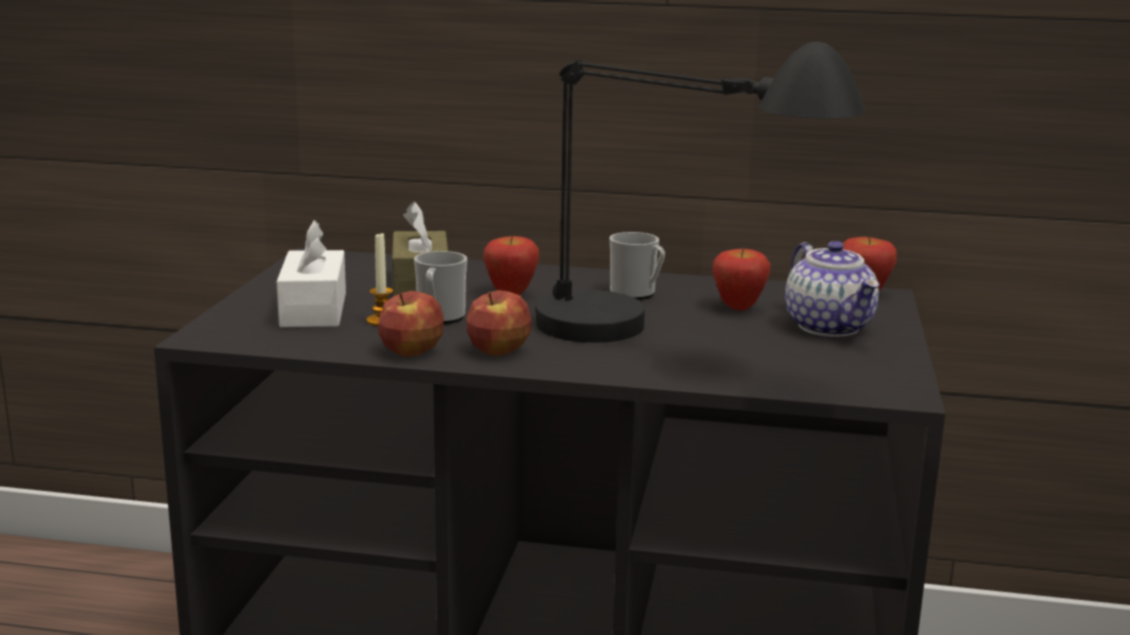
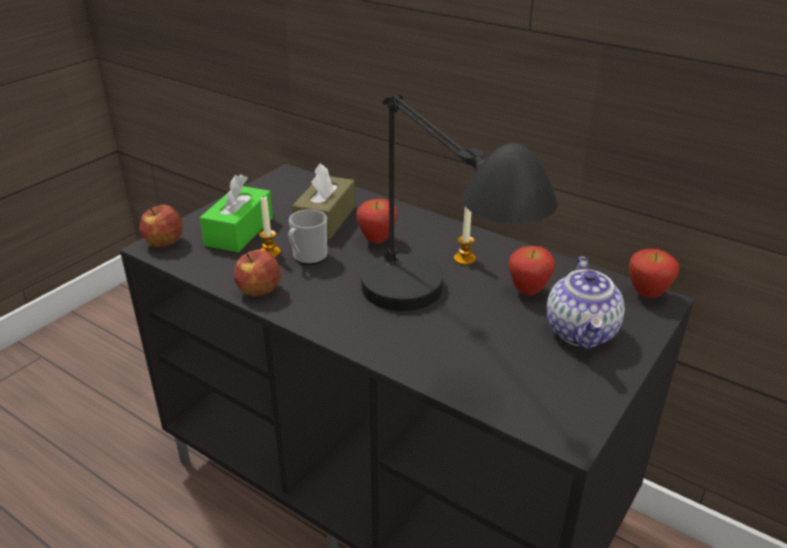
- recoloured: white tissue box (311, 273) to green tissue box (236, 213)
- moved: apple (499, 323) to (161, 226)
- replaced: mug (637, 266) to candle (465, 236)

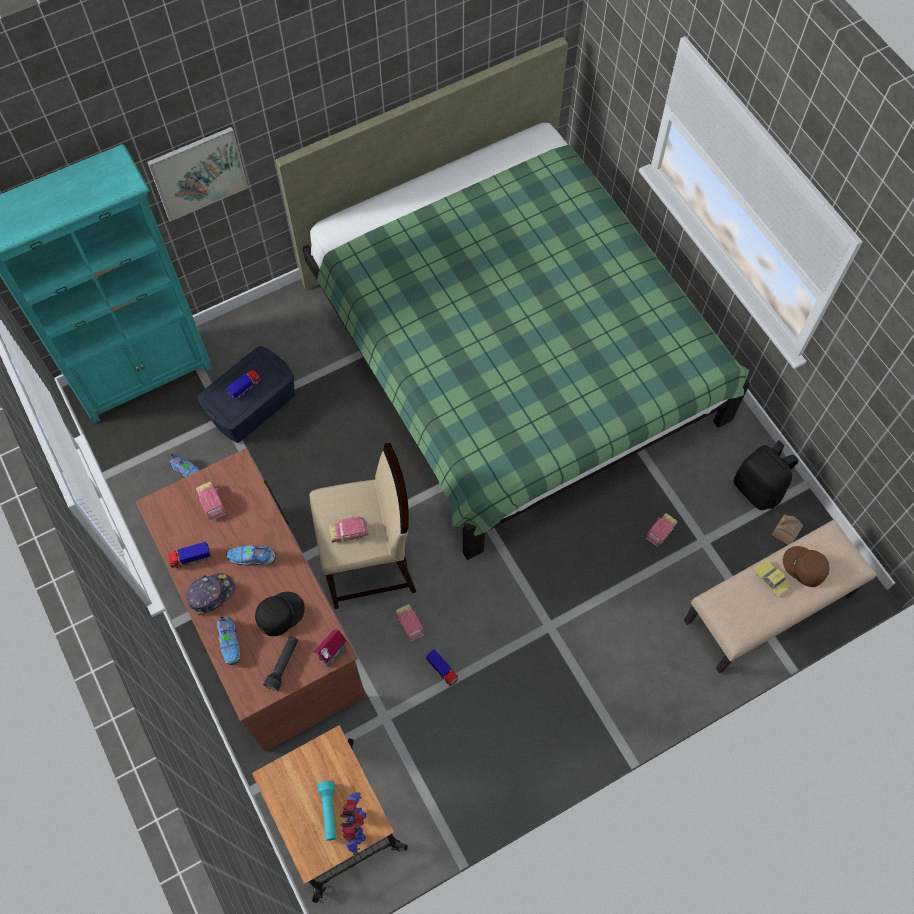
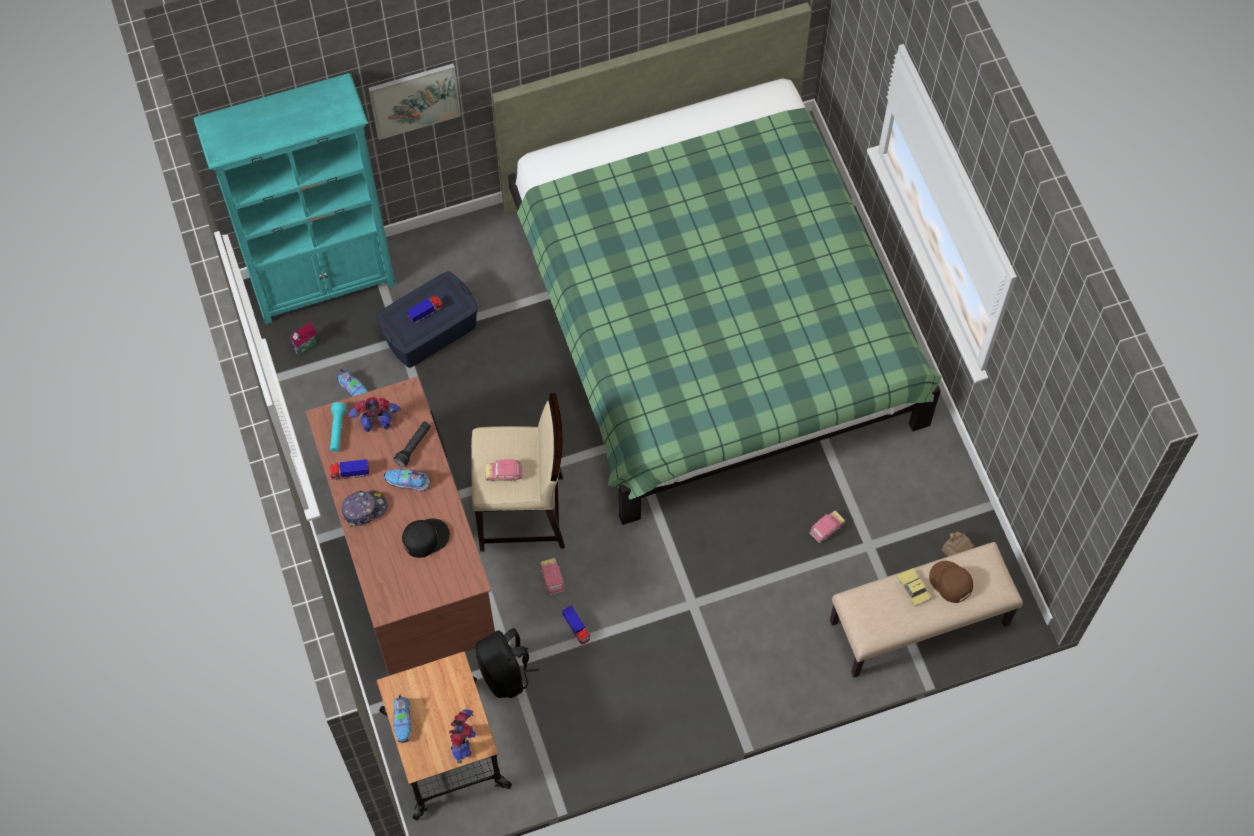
- replaced: toy car (210, 501) to toy robot (374, 414)
- moved: shoe (228, 640) to (402, 719)
- moved: black flashlight (280, 663) to (412, 444)
- moved: toy house (330, 648) to (302, 338)
- moved: turquoise flashlight (326, 811) to (338, 427)
- moved: black backpack (766, 475) to (507, 663)

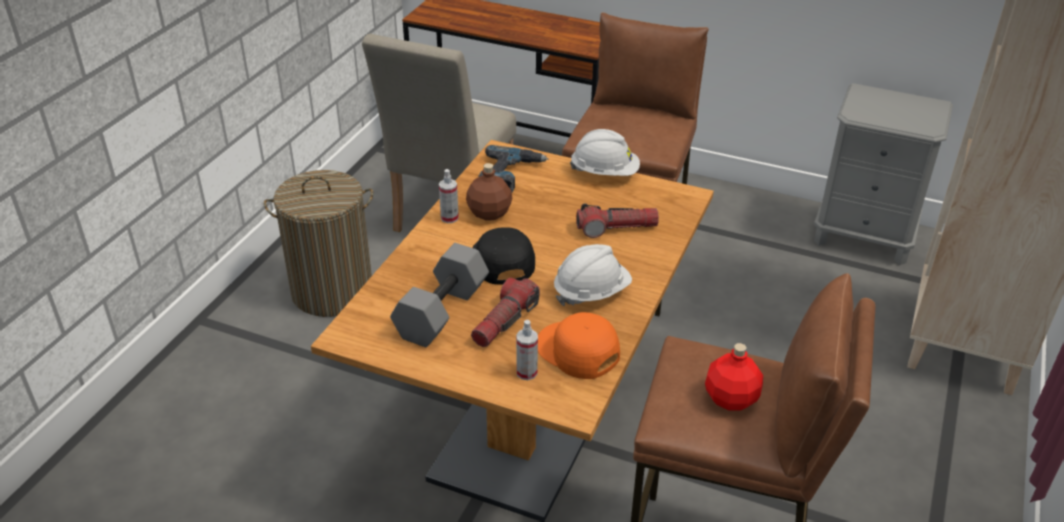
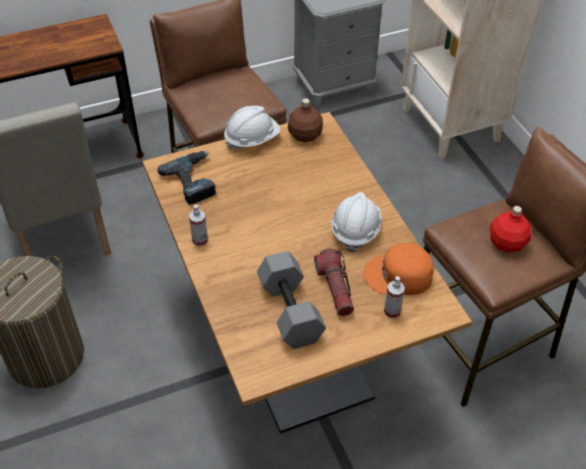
- moved: brown bottle (489, 192) to (305, 120)
- removed: black cap (503, 256)
- removed: flashlight (617, 221)

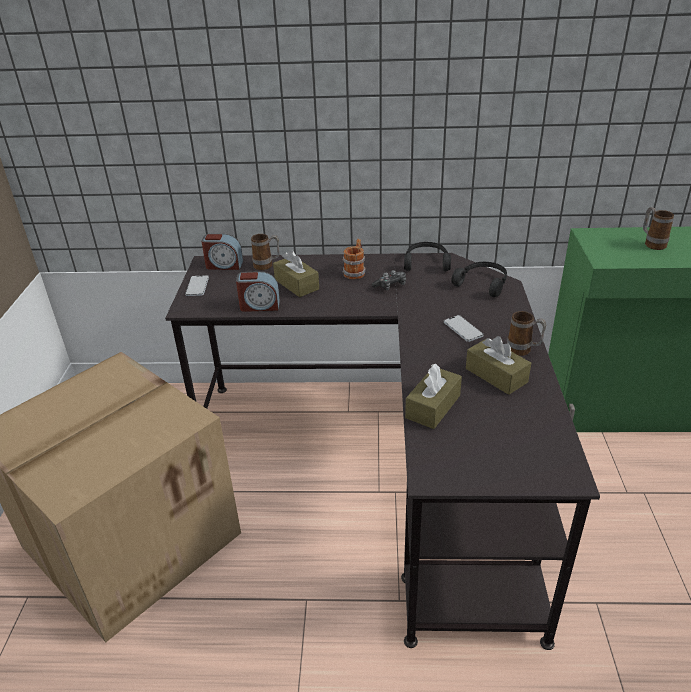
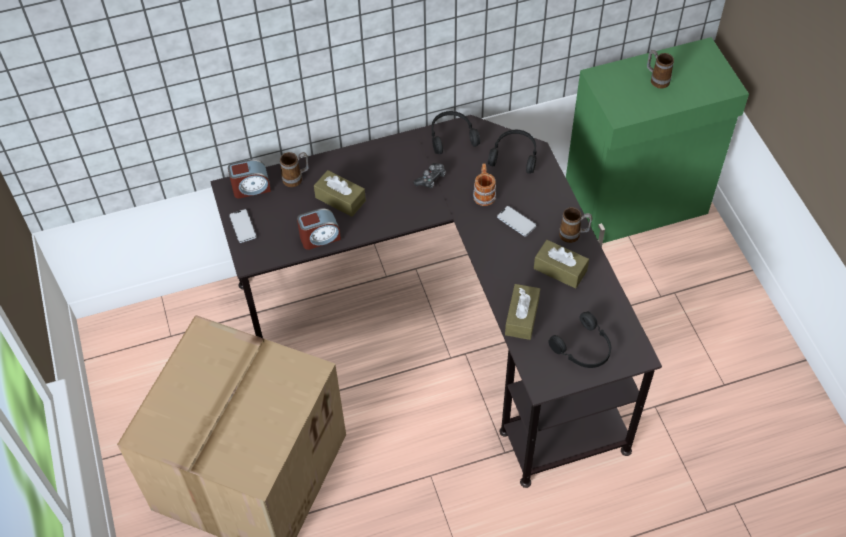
- moved: mug (354, 259) to (484, 184)
- added: black headphones (579, 339)

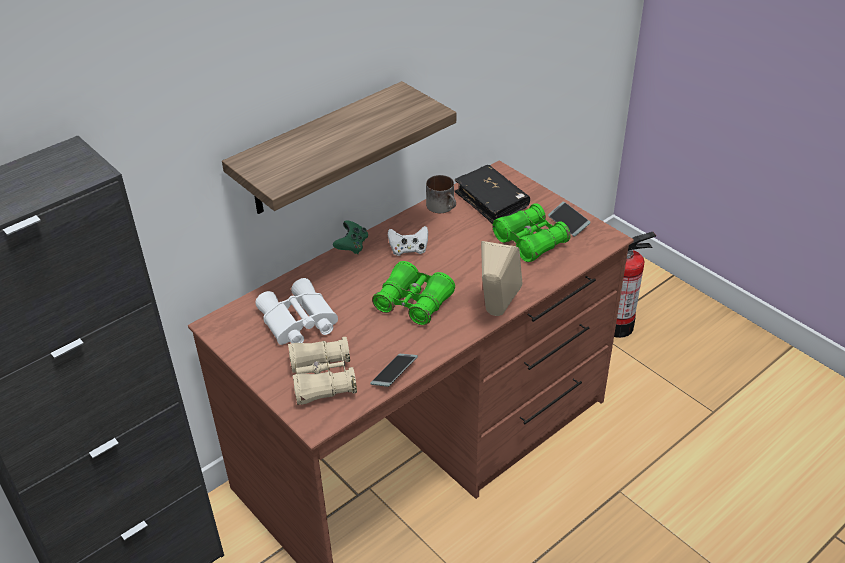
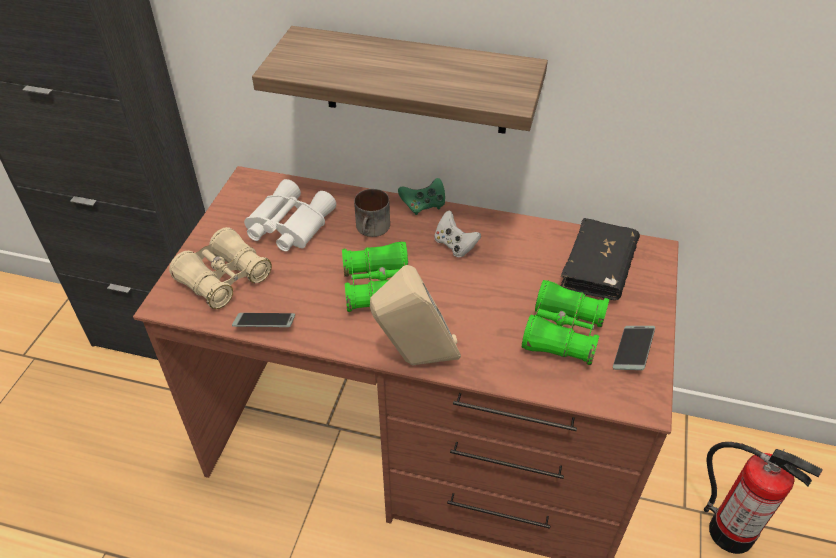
- moved: mug (441, 194) to (372, 213)

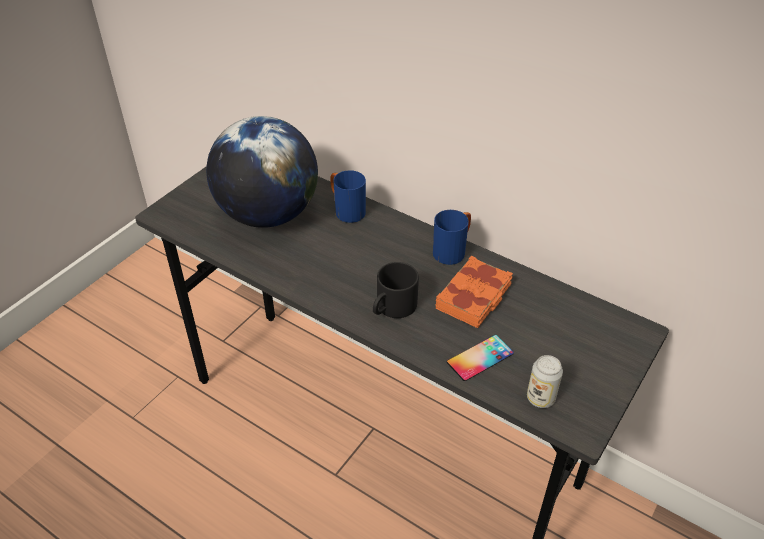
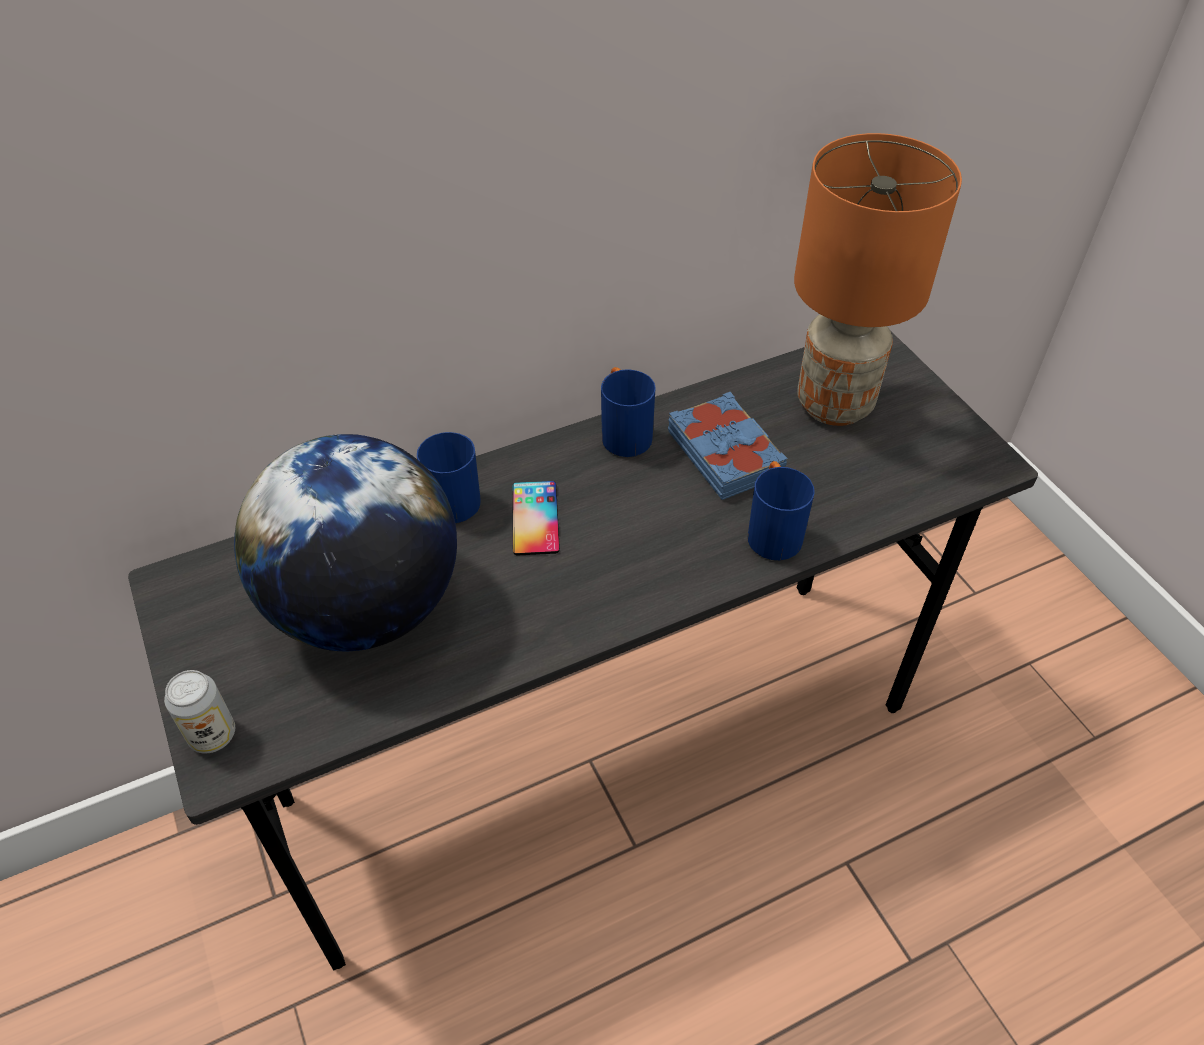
- removed: black mug (396, 290)
- recoloured: orange book (474, 292) to blue book (728, 446)
- moved: phone (480, 358) to (536, 518)
- moved: can (545, 381) to (199, 711)
- added: blue mug (780, 510)
- added: orange table lamp (878, 279)

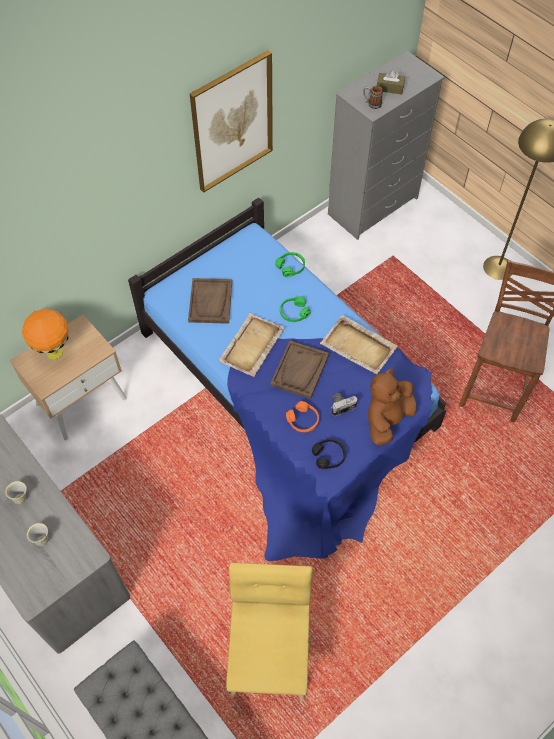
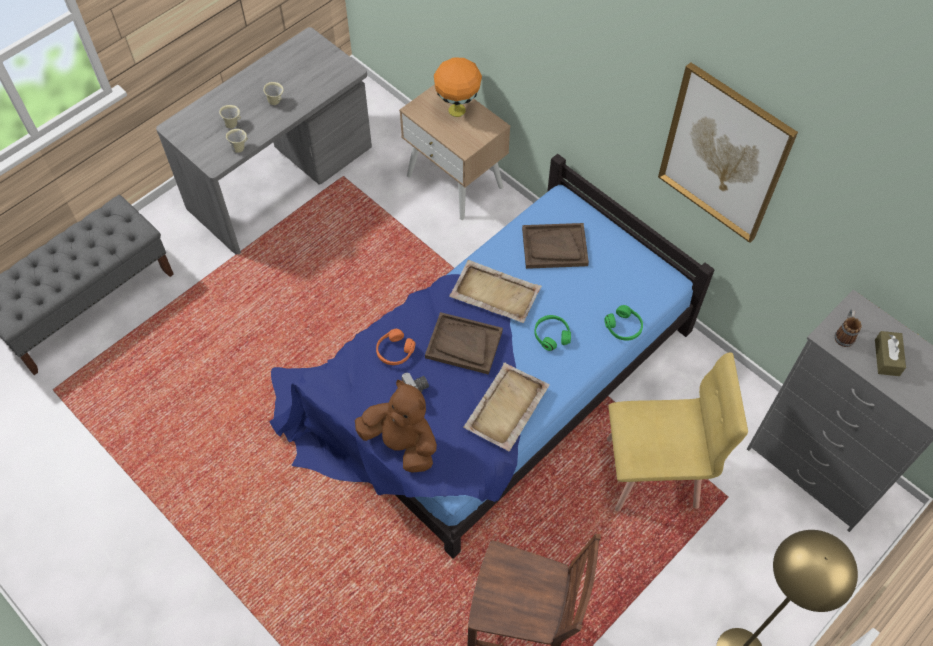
- moved: yellow chair (269, 632) to (677, 431)
- removed: black headphones (329, 454)
- added: beige mug (237, 141)

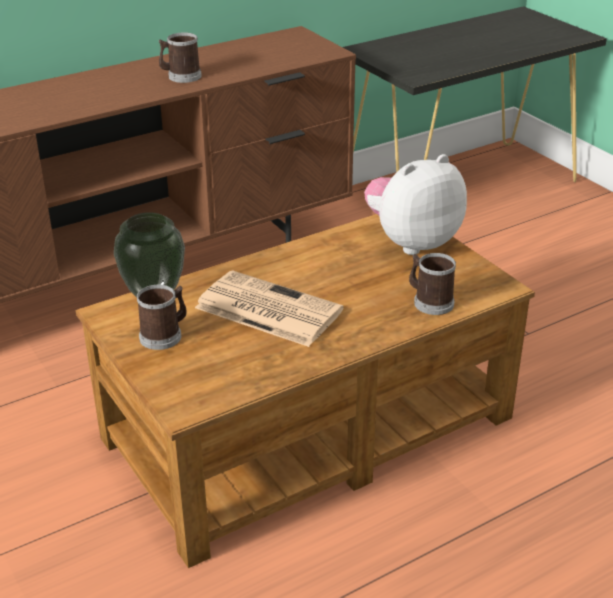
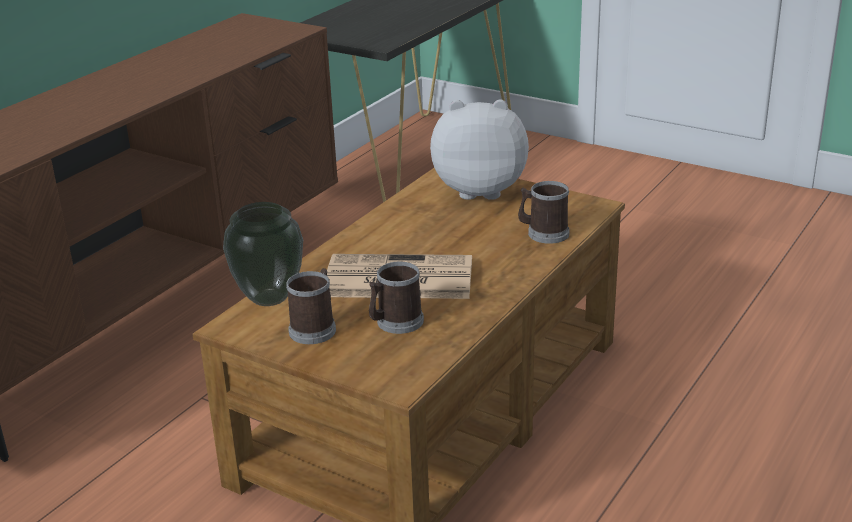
- moved: mug (180, 57) to (396, 298)
- turned: plush toy (415, 204) = (479, 149) 60 degrees clockwise

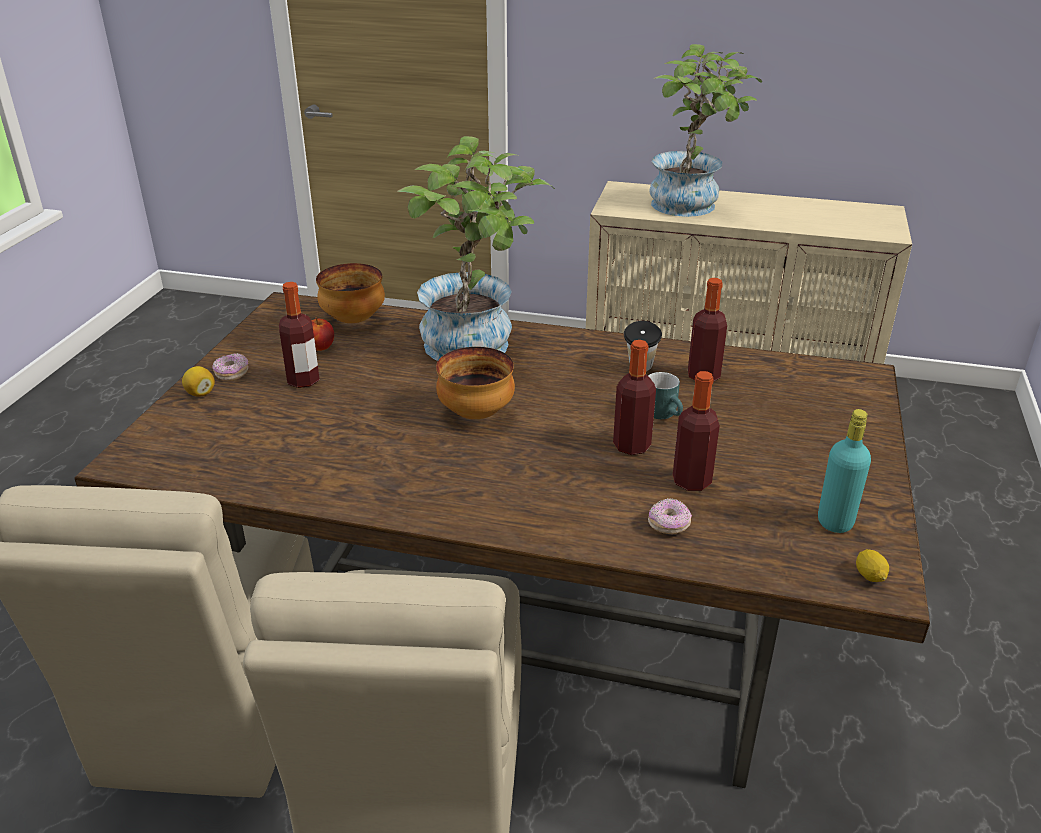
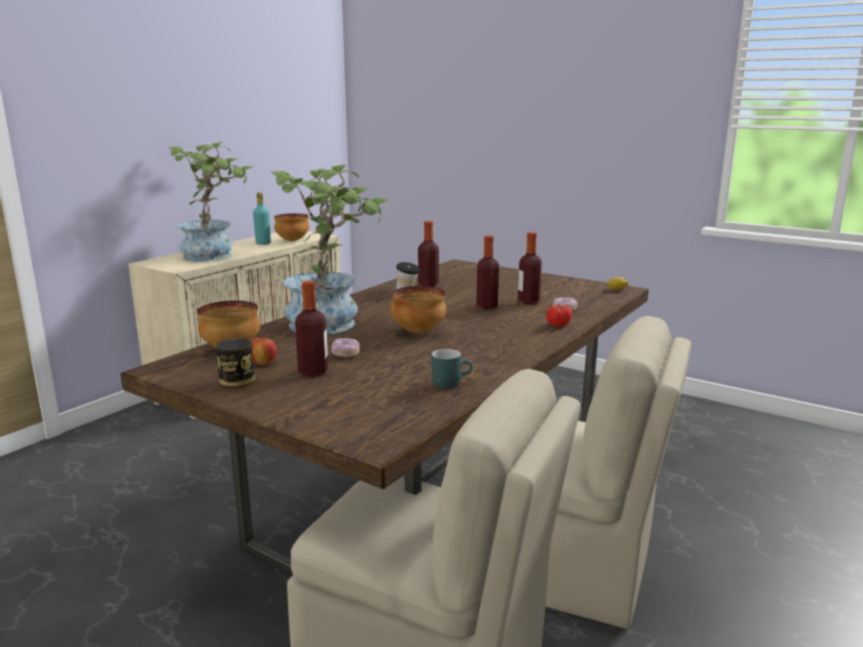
- removed: lemon (198, 381)
- moved: donut (230, 367) to (345, 347)
- moved: turquoise mug (665, 395) to (452, 369)
- moved: turquoise bottle (844, 471) to (262, 218)
- added: can (235, 362)
- added: bowl (291, 227)
- added: tomato (559, 315)

